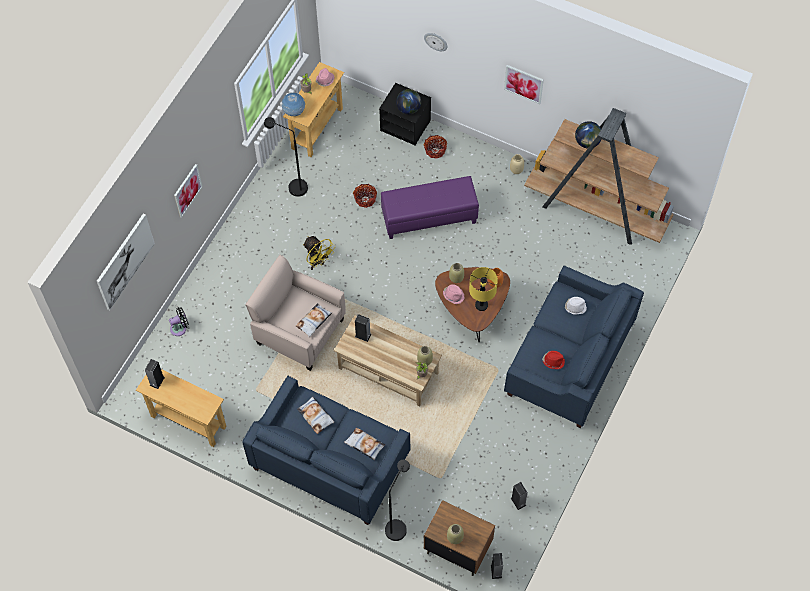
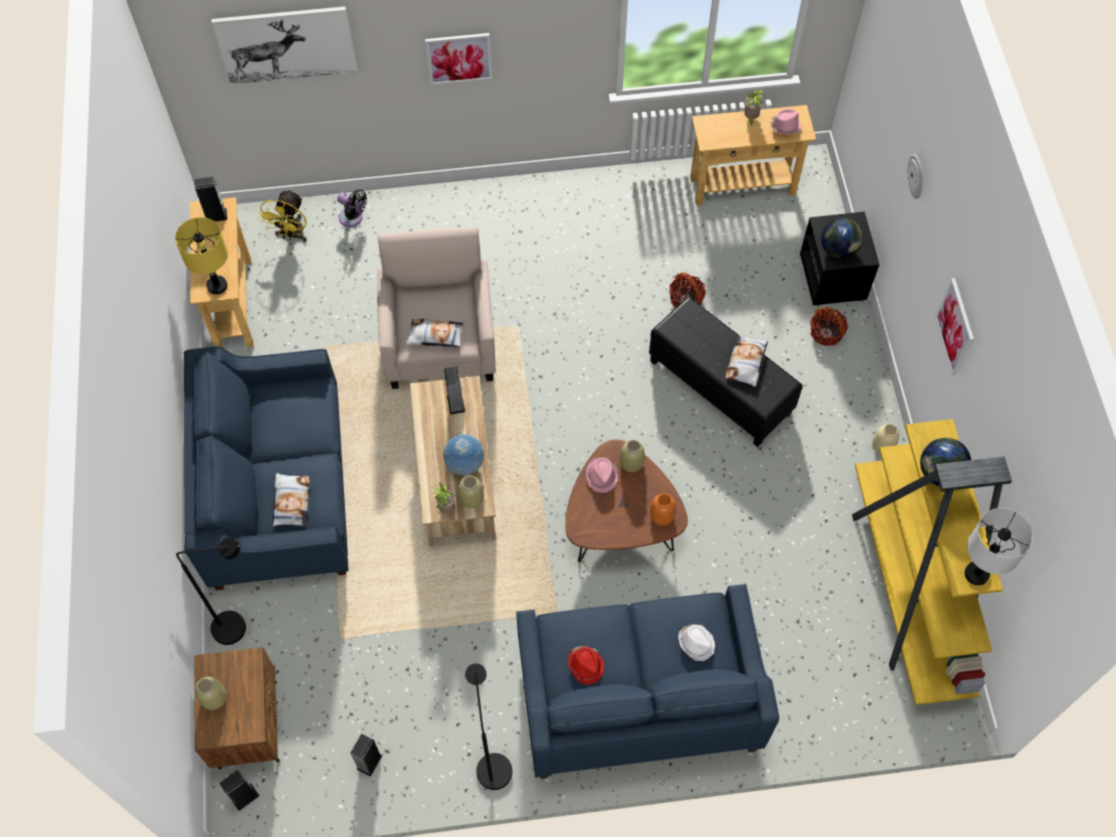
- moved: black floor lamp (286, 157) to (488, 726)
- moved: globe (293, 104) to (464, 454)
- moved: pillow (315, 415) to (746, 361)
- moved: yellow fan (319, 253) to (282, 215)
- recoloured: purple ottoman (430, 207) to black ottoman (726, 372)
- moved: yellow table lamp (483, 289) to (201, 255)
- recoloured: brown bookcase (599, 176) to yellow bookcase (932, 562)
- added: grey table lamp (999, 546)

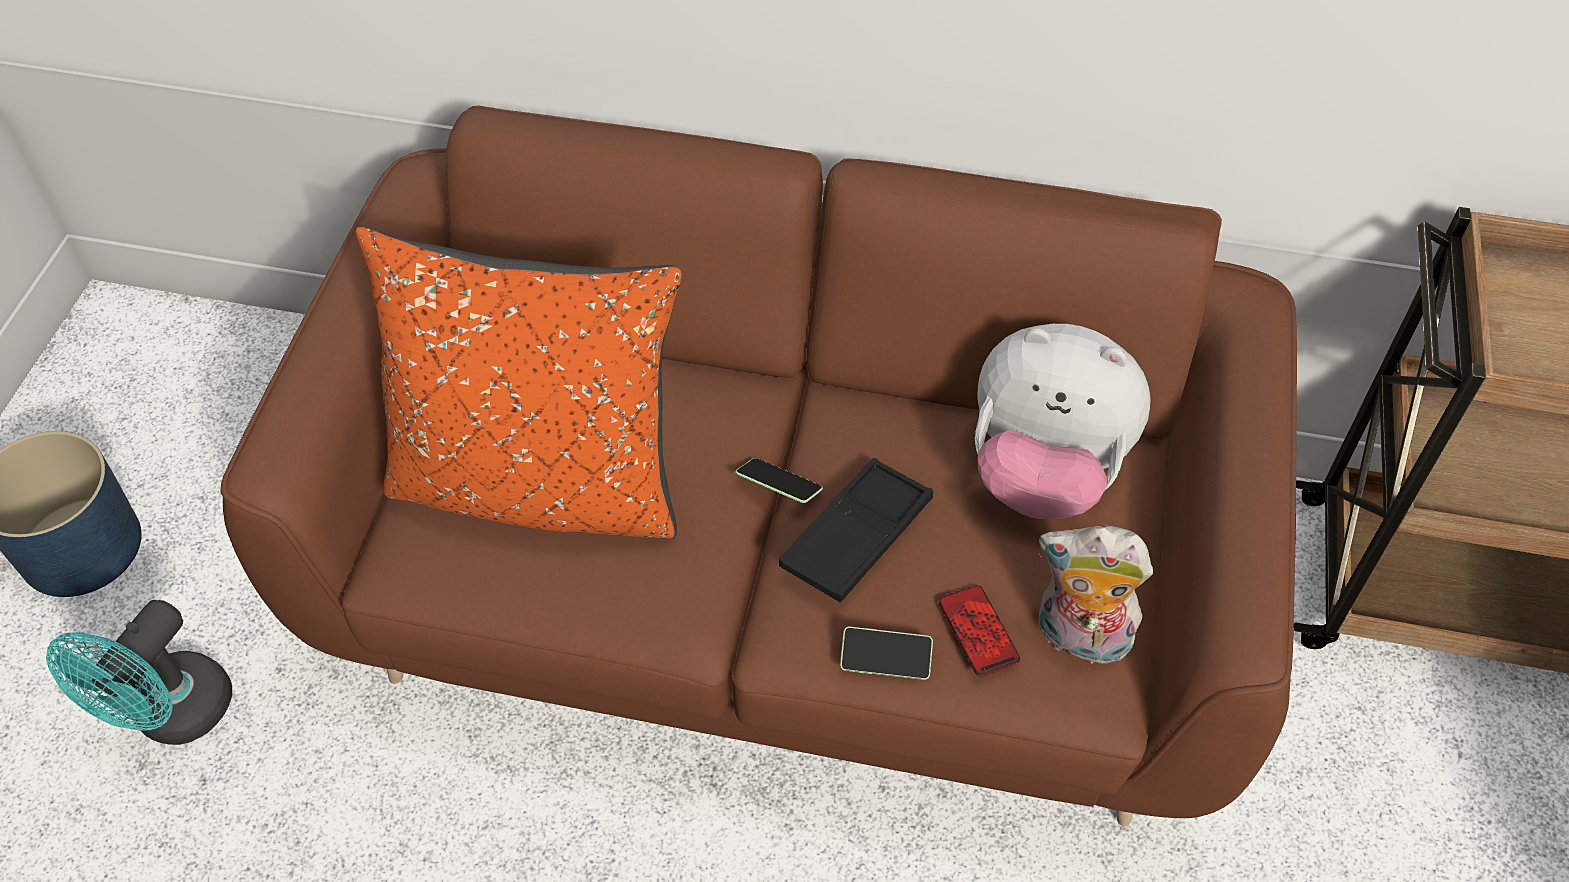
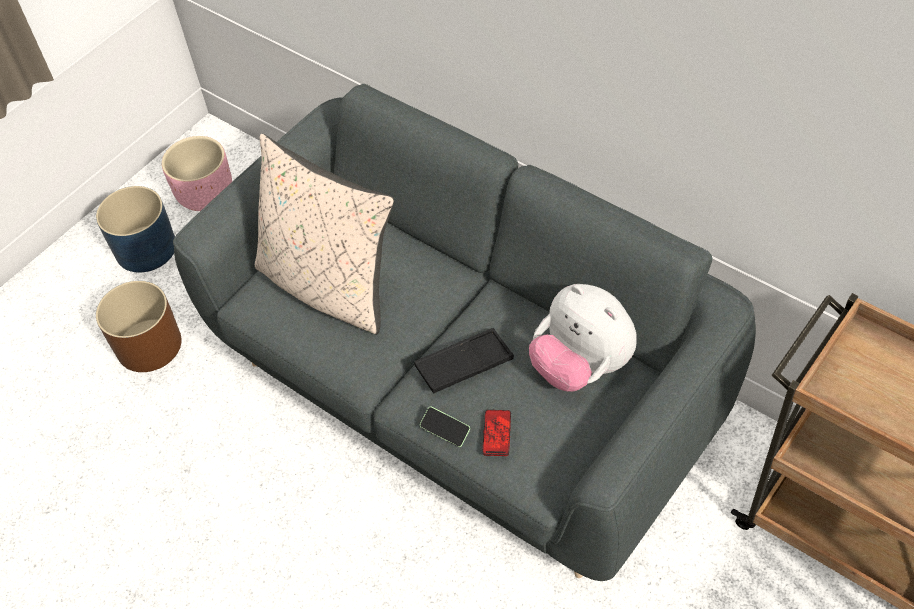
- replaced: turquoise fan (139, 672) to brown planter (139, 326)
- recoloured: brown sofa (758, 466) to grey sofa (464, 332)
- recoloured: orange pillow (518, 383) to beige pillow (324, 234)
- removed: phone (779, 480)
- removed: plush toy (1096, 597)
- added: pink planter (197, 173)

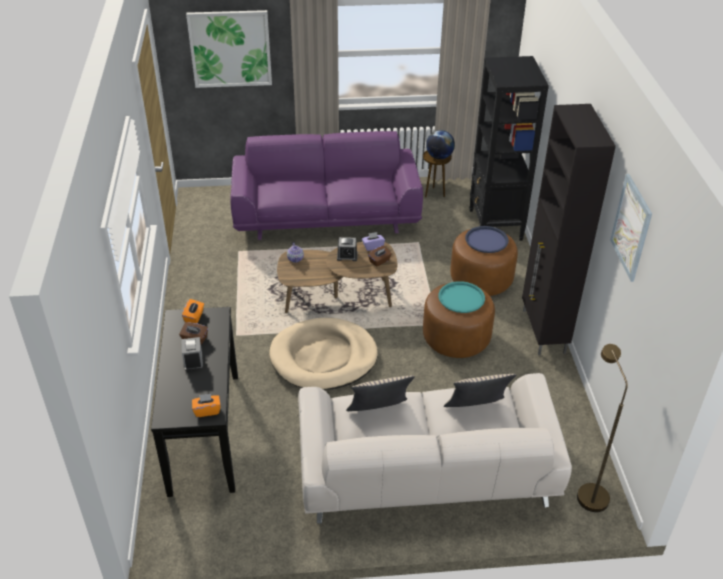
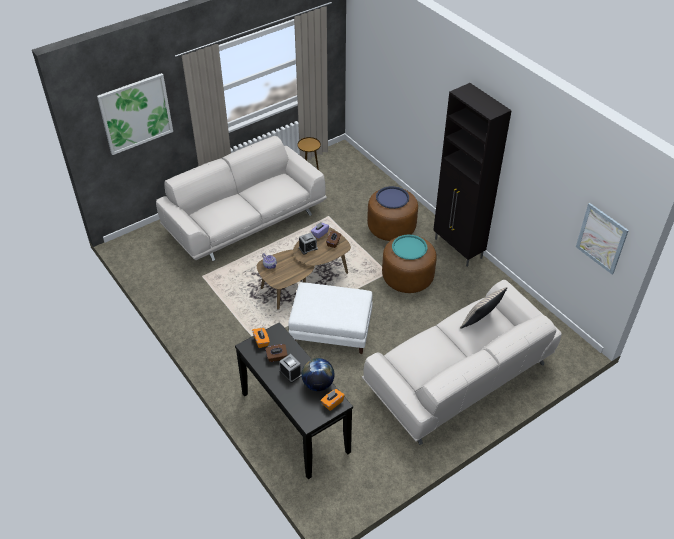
- recoloured: purple sofa (326, 185) to white sofa (241, 198)
- replaced: beige dog bed (323, 354) to white ottoman (330, 318)
- removed: beige pillow (380, 393)
- moved: globe (440, 144) to (318, 374)
- removed: black bookcase (509, 148)
- removed: brown floor lamp (602, 428)
- moved: picture (631, 228) to (602, 238)

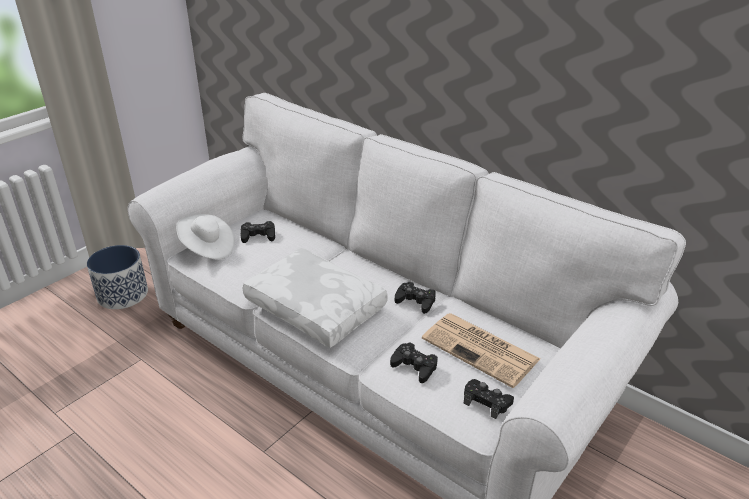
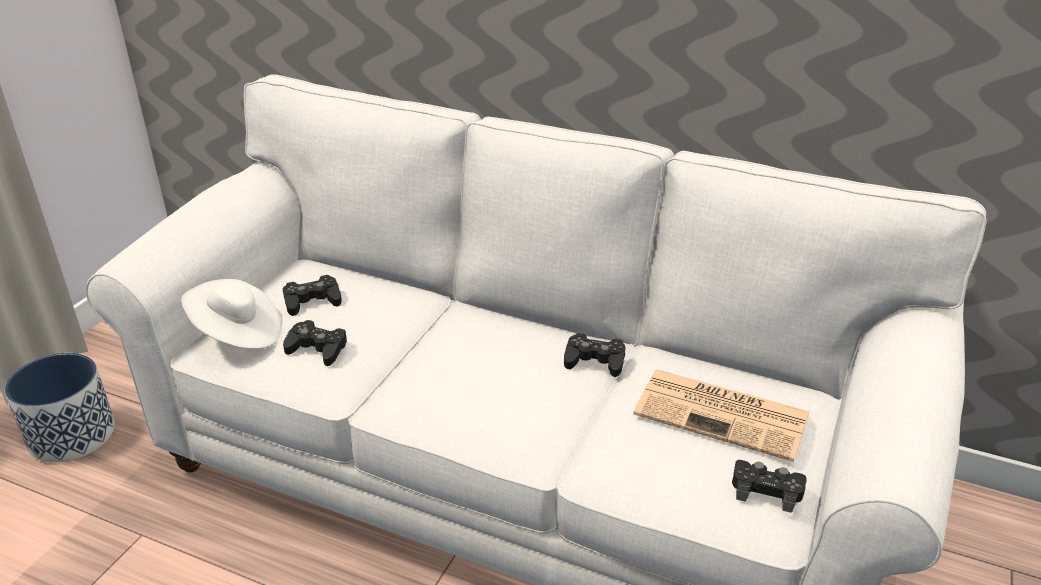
- removed: white pillow (315, 298)
- moved: black game controller (414, 362) to (315, 343)

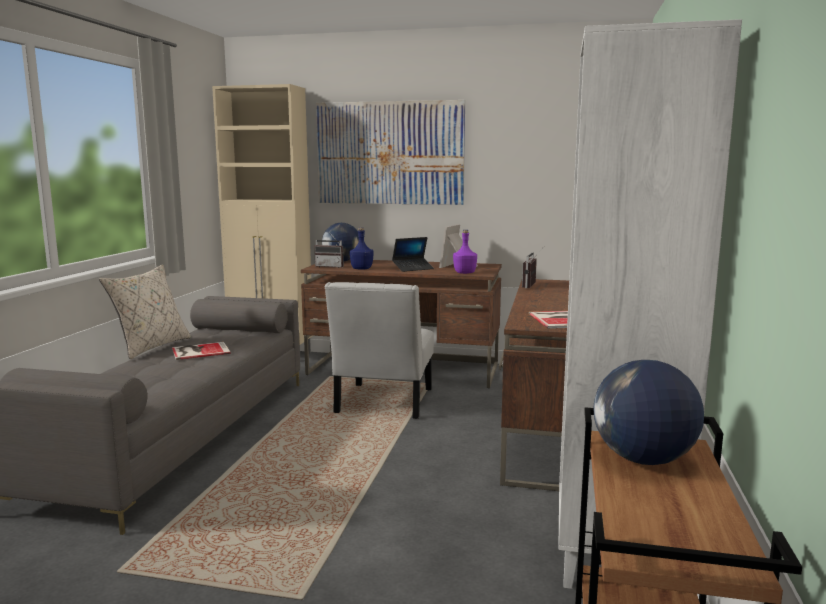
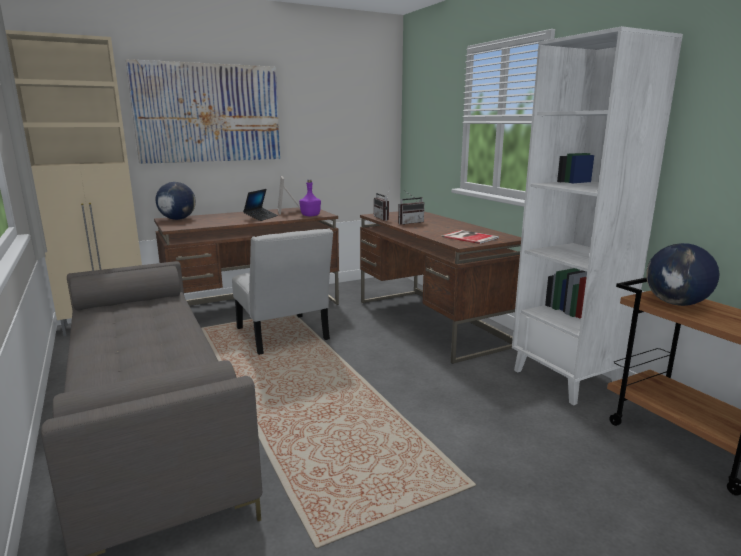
- removed: beige pillow (145, 311)
- removed: book (201, 351)
- moved: radio (329, 250) to (411, 207)
- removed: blue bottle (362, 248)

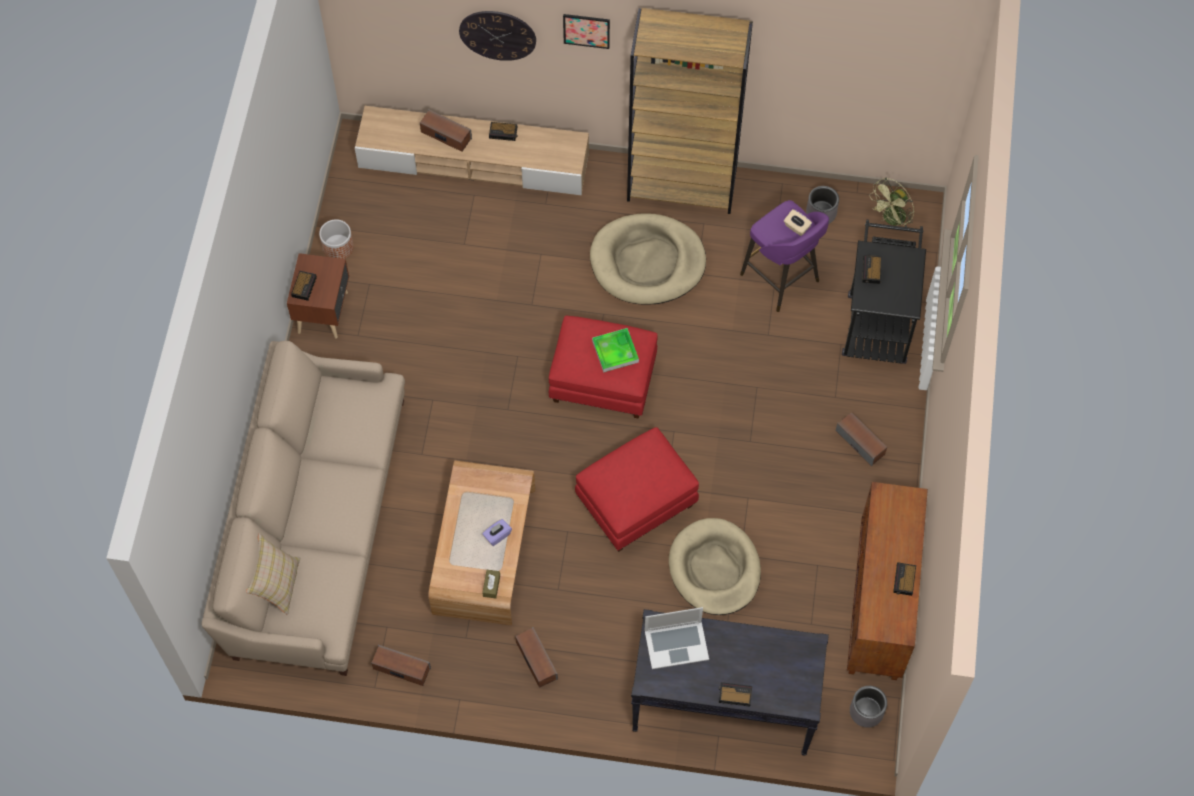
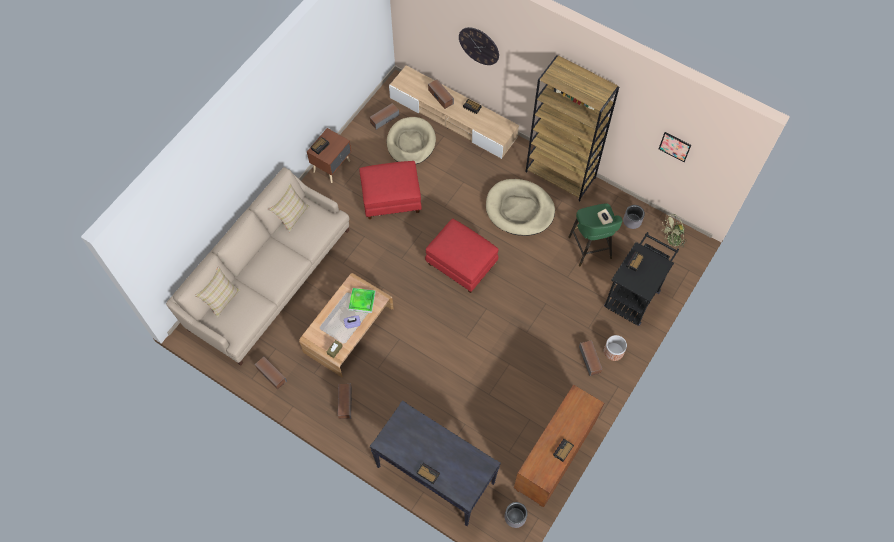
- moved: planter (336, 239) to (615, 348)
- moved: picture (586, 31) to (675, 147)
- moved: red ottoman (637, 489) to (390, 190)
- moved: tray (615, 350) to (362, 300)
- removed: laptop (676, 638)
- moved: beige dog bed (715, 566) to (411, 140)
- recoloured: purple stool (784, 256) to green stool (595, 235)
- added: beige pillow (289, 207)
- added: speaker (384, 116)

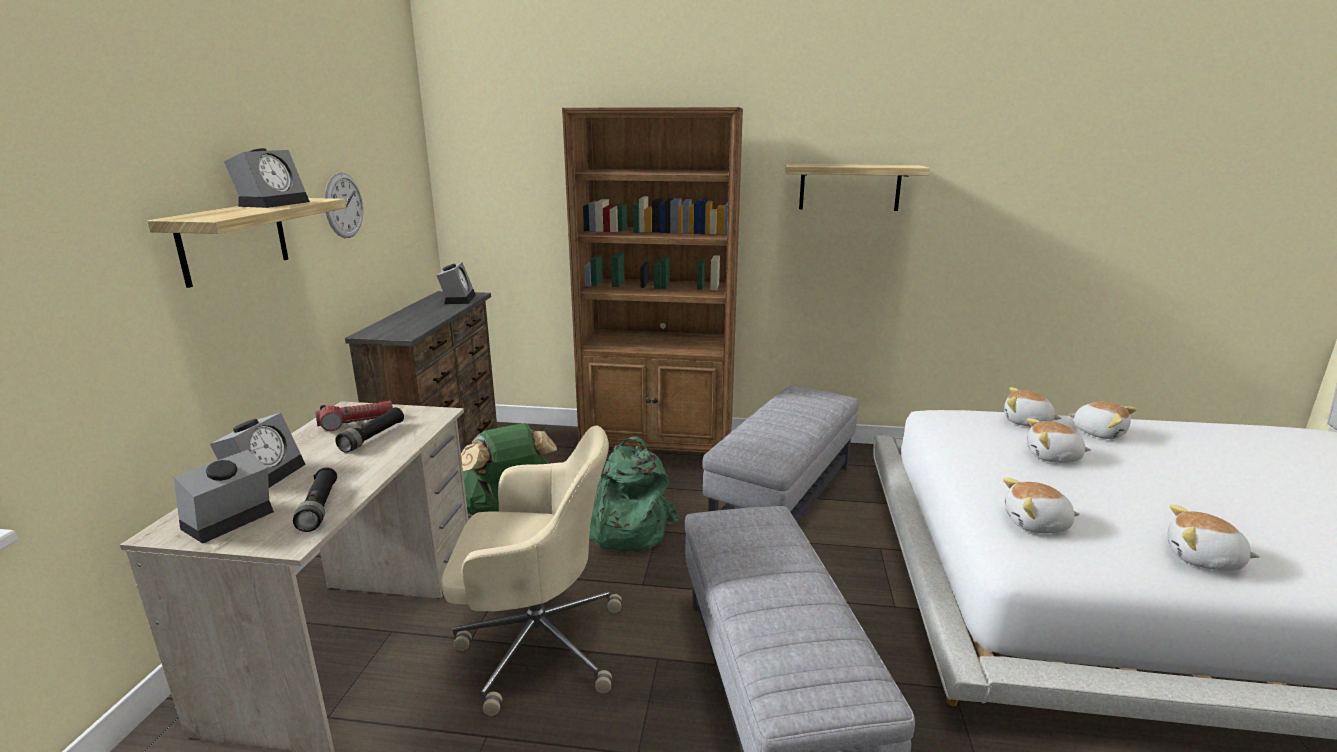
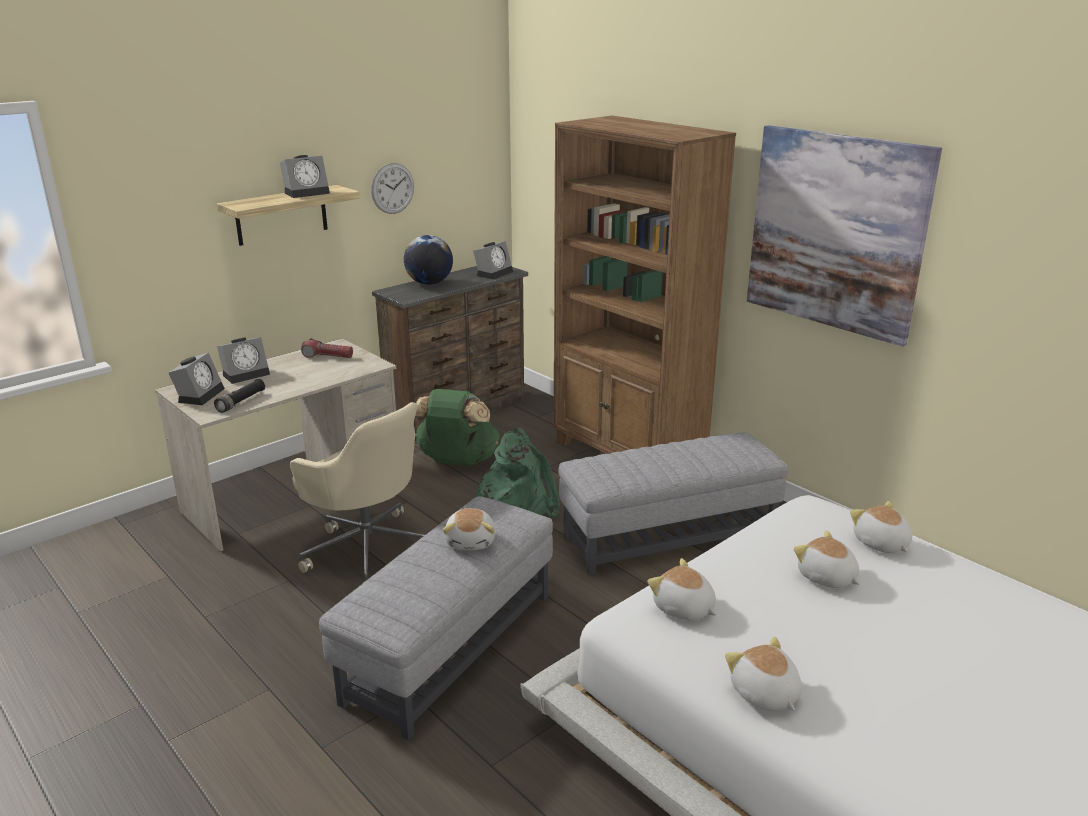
- turned: alarm clock (224, 497) = (196, 379) 120 degrees clockwise
- removed: black flashlight (369, 430)
- replaced: shelf (857, 187) to picture (844, 236)
- moved: plush toy (1102, 420) to (469, 529)
- added: globe (428, 260)

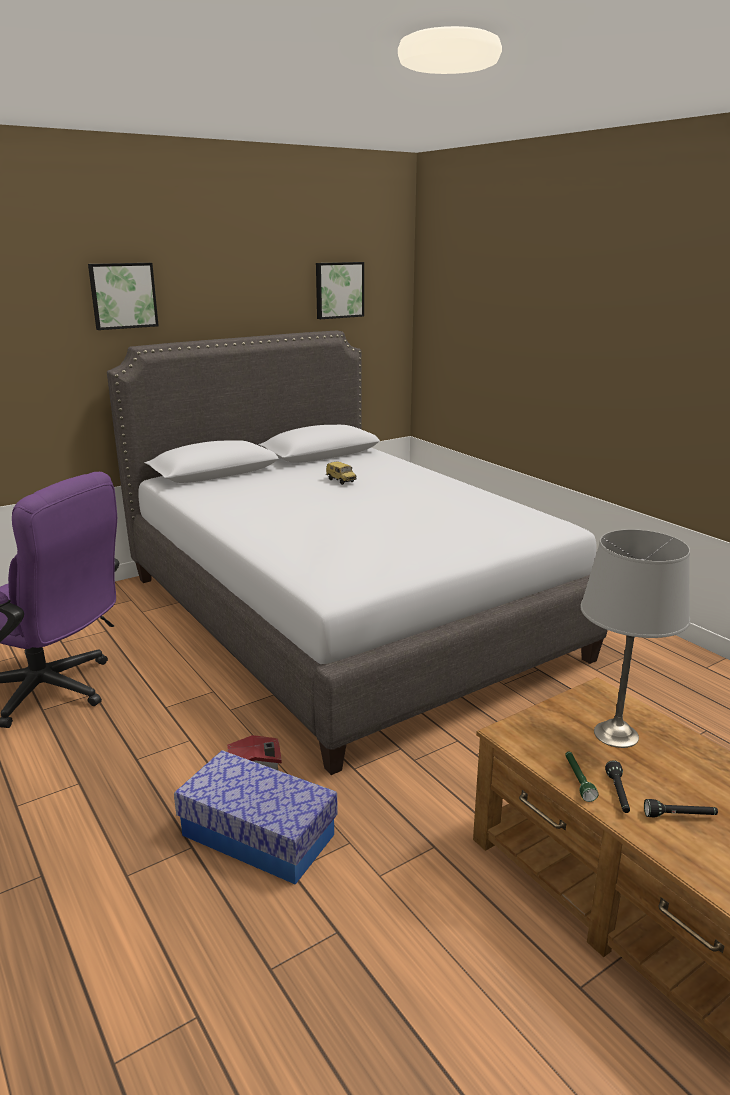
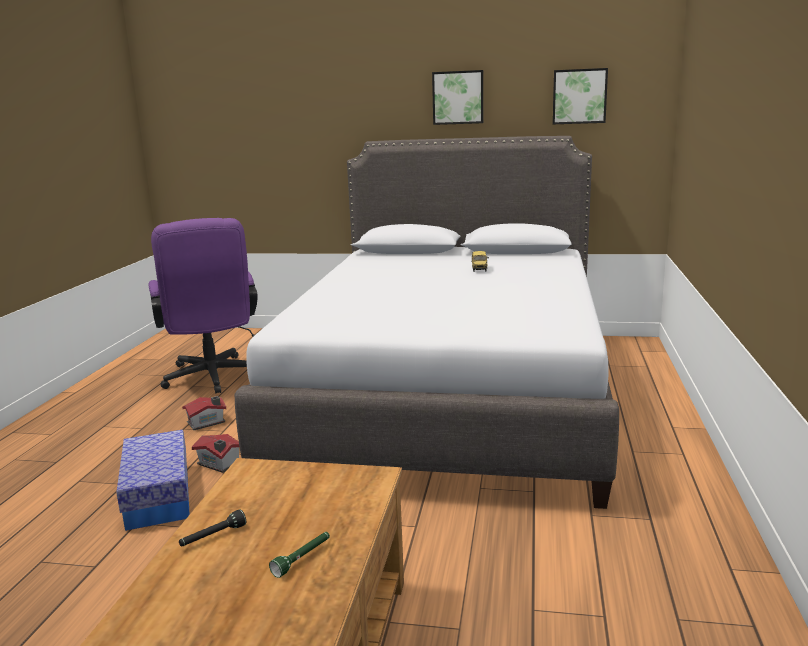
- moved: picture (123, 296) to (458, 97)
- moved: green flashlight (581, 776) to (299, 555)
- removed: grey table lamp (635, 638)
- removed: black flashlight (681, 808)
- added: toy house (204, 413)

